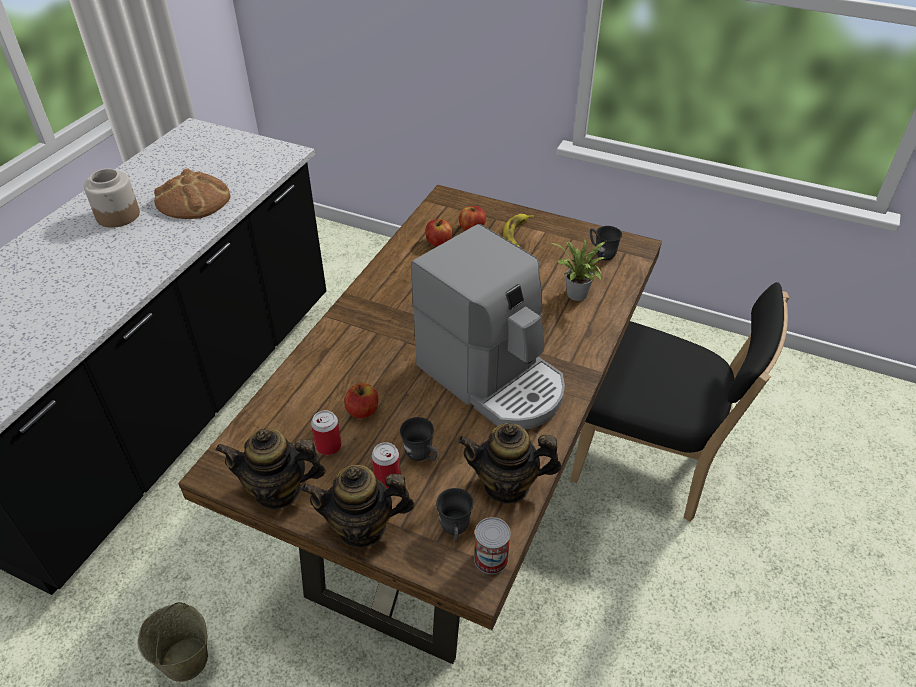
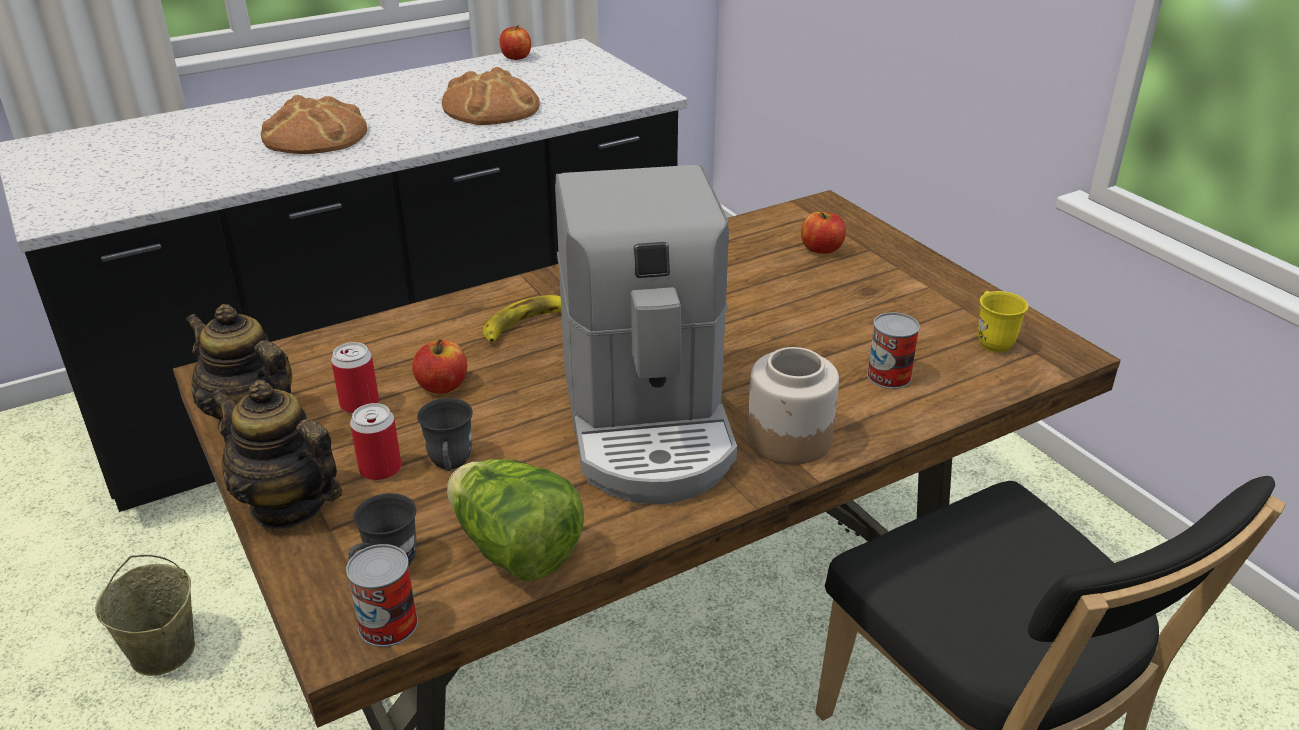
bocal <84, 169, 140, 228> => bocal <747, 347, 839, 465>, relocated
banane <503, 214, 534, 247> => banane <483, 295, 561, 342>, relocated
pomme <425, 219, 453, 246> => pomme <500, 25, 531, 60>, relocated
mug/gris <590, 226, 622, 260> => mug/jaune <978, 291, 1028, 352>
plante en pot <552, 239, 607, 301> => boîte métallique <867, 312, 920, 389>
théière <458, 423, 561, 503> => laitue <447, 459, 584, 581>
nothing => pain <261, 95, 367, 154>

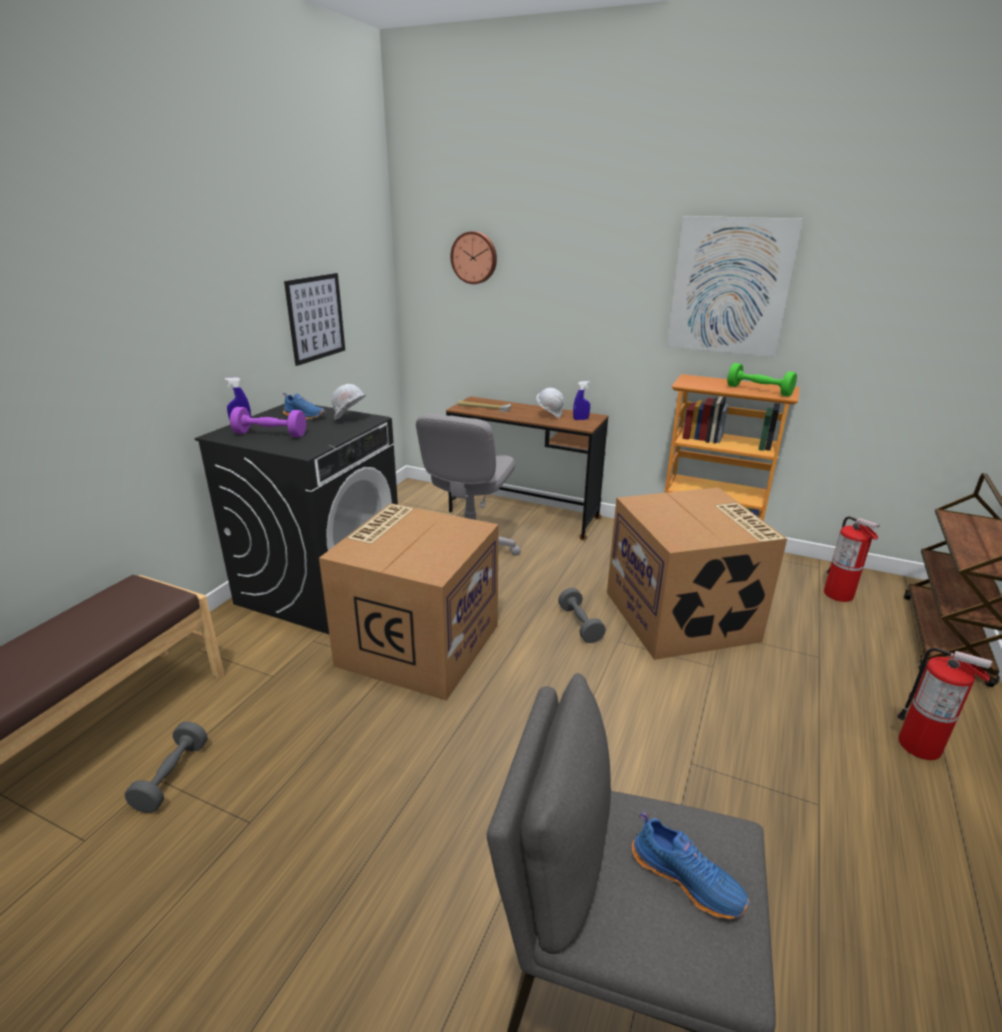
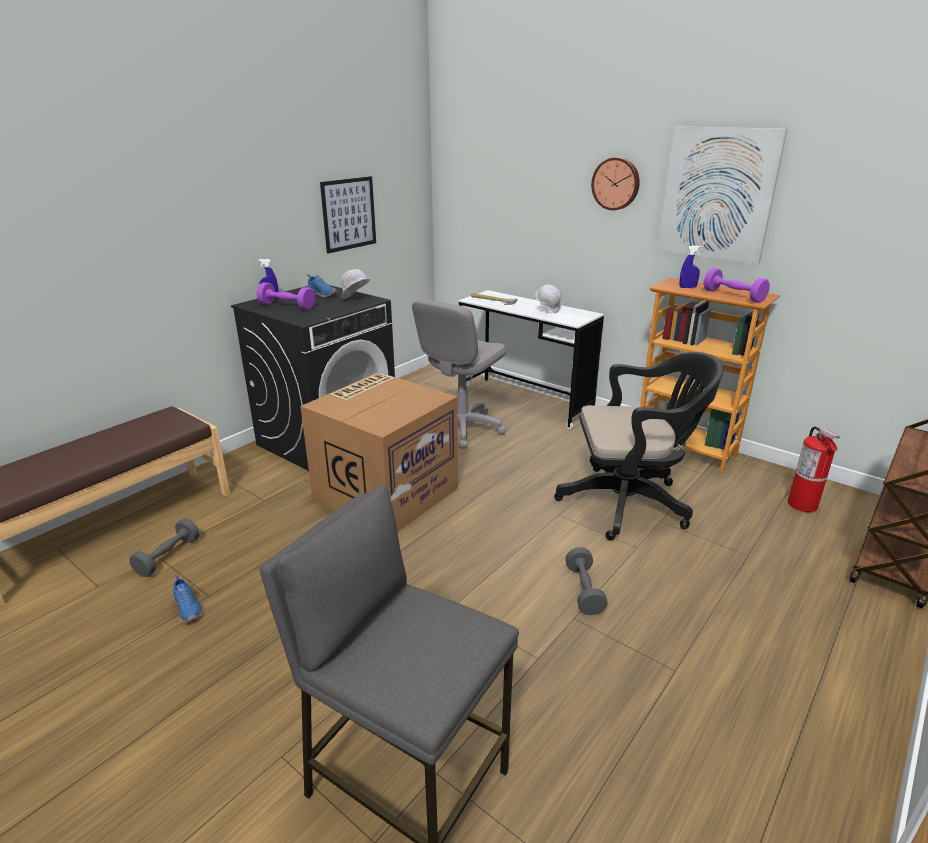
horloge murale <450, 231, 497, 284> => horloge murale <591, 157, 640, 210>, relocated
haltère/vert <727, 363, 797, 397> => haltère/violet <704, 268, 770, 303>
vaporisateur/bleu <573, 381, 590, 420> => vaporisateur/bleu <680, 246, 702, 288>, relocated
bureau/marron <446, 396, 608, 541> => bureau/blanc <459, 290, 604, 429>
carton <607, 487, 787, 660> => chaise de bureau/noir <554, 352, 724, 541>
haltère/gris <558, 588, 606, 643> => haltère/gris <565, 547, 608, 615>, relocated
extincteur <897, 648, 993, 760> => nothing
chaussure/bleu <632, 811, 750, 919> => chaussure/bleu <173, 574, 203, 623>, relocated

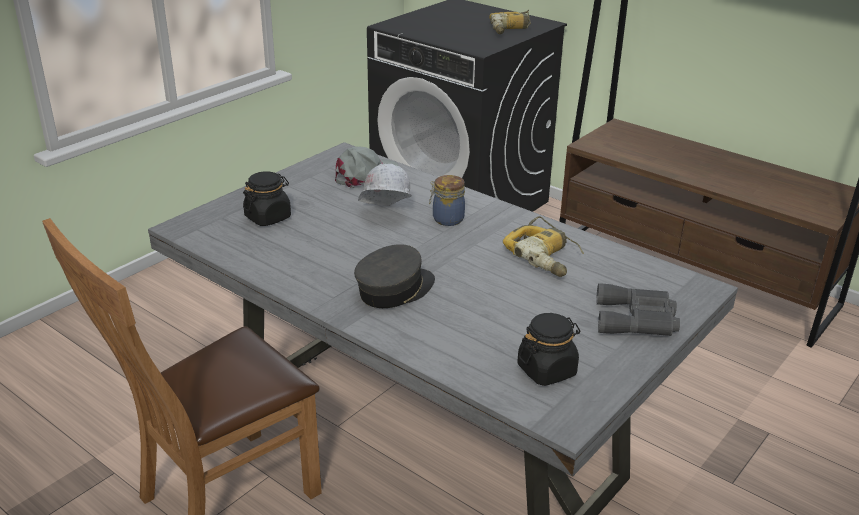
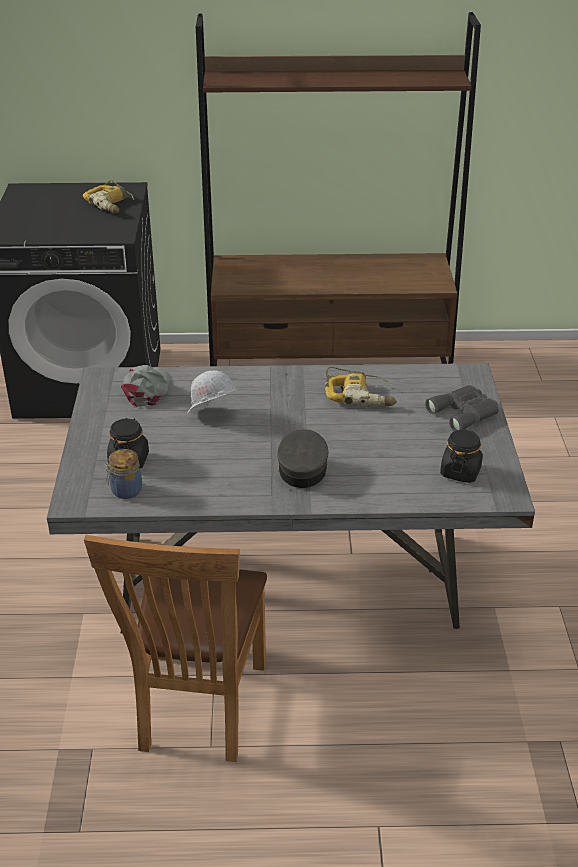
bocal <429, 175, 465, 226> => bocal <105, 449, 142, 499>, relocated

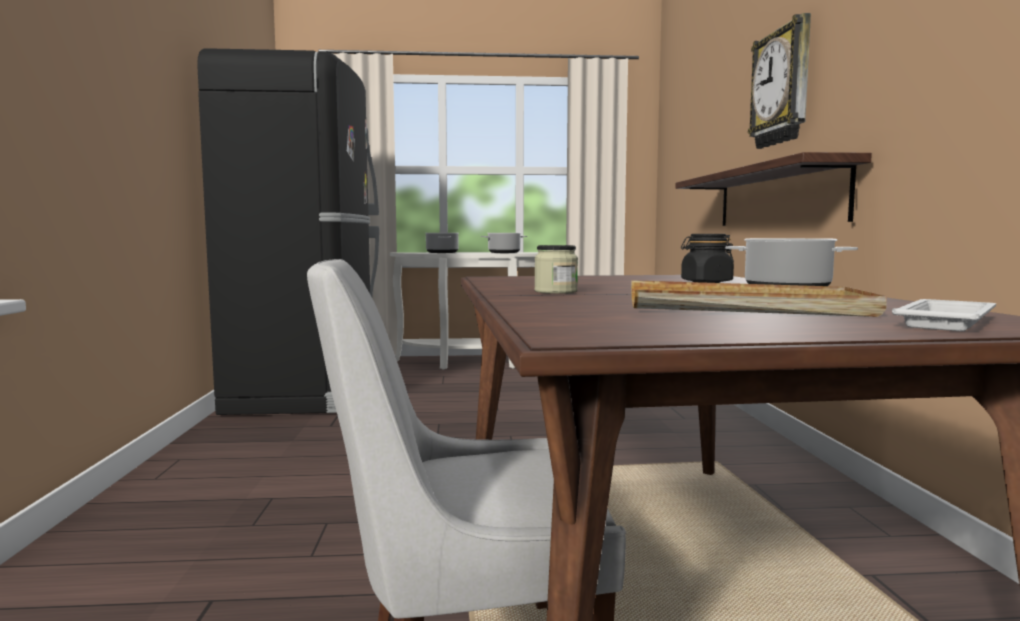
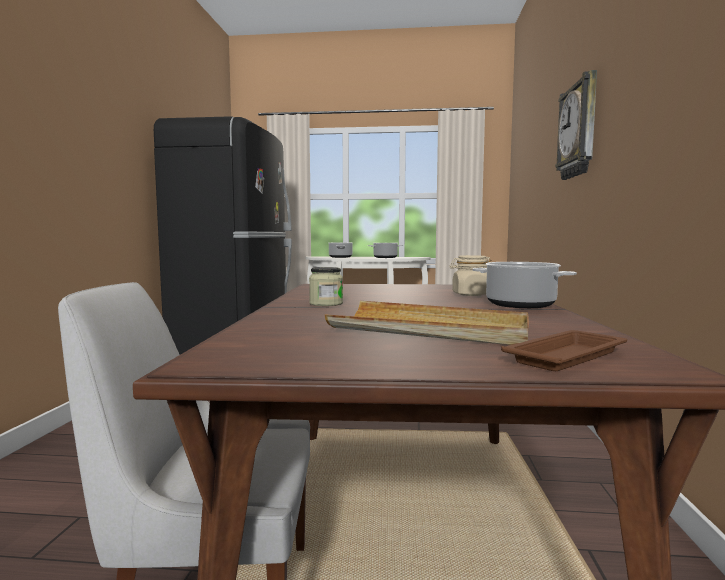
étagère <675, 152, 872, 226> => nothing
bocal/noir <681, 234, 734, 283> => bocal/beige <449, 255, 492, 296>
plateau/blanc <892, 299, 996, 331> => plateau/marron <501, 330, 627, 371>

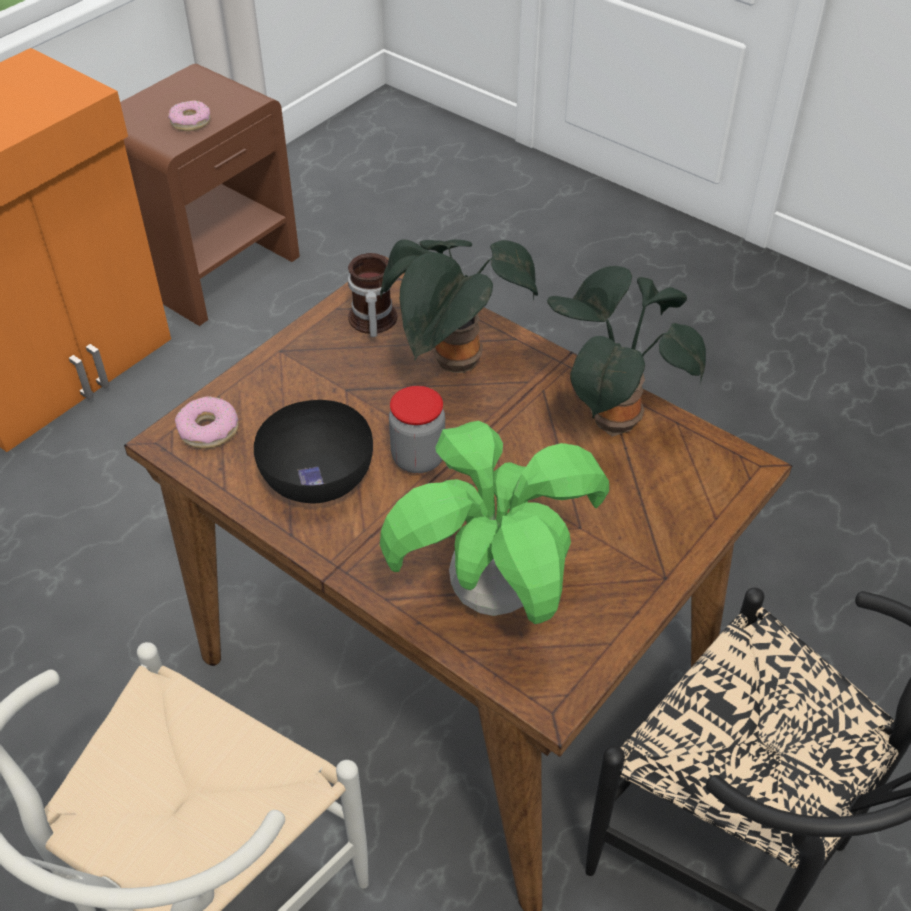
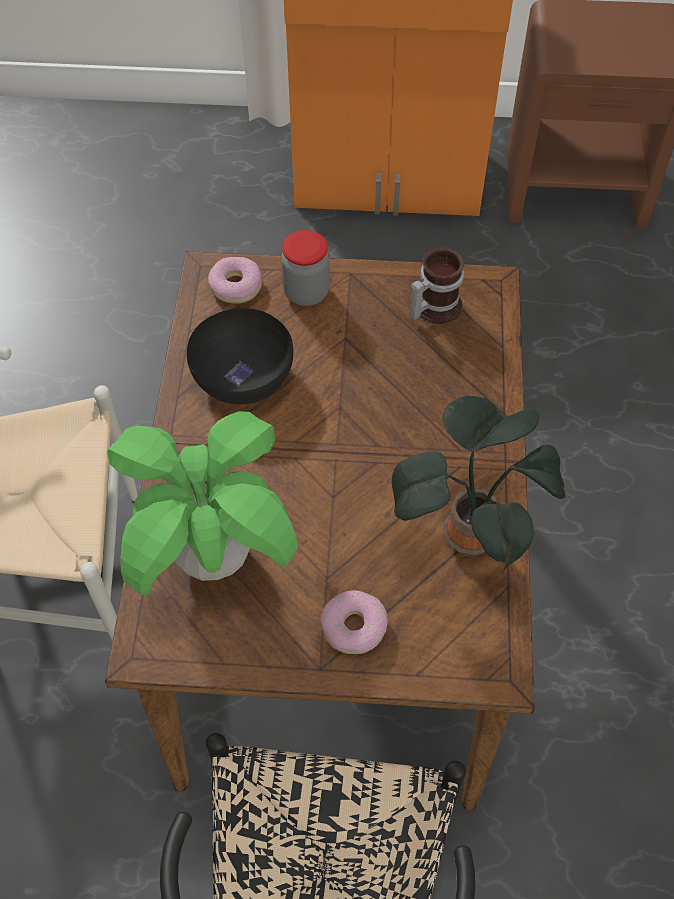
beignet <168, 100, 211, 131> => beignet <321, 590, 388, 654>, relocated
plante en pot <380, 239, 538, 373> => nothing
bocal <389, 386, 445, 473> => bocal <281, 230, 330, 306>, relocated

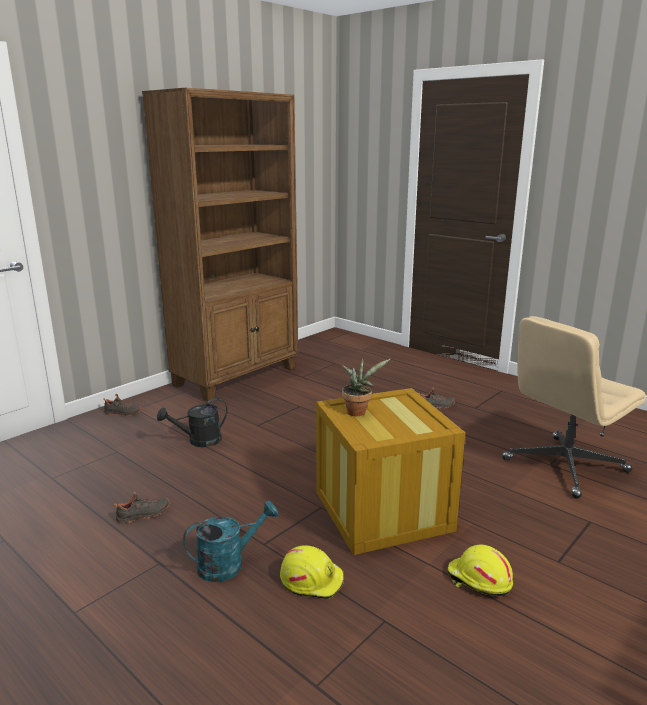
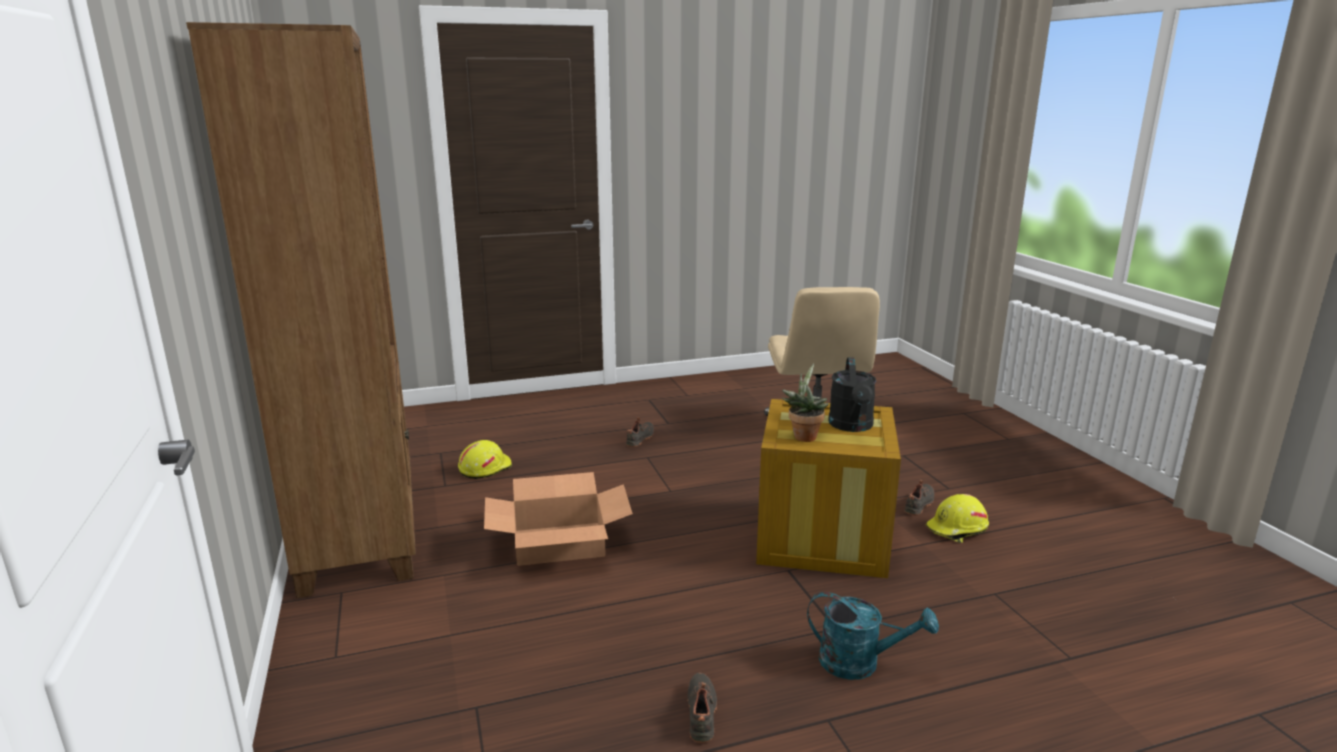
chaussure/noir <103, 394, 142, 416> => chaussure/noir <904, 480, 934, 515>, relocated
arrosoir/noir <157, 398, 228, 447> => arrosoir/noir <828, 357, 876, 432>, relocated
arrosoir/turquoise <183, 501, 279, 582> => arrosoir/turquoise <807, 592, 939, 680>, 105 degrees clockwise
casque de chantier/jaune <280, 545, 344, 599> => casque de chantier/jaune <458, 440, 512, 479>, relocated
nothing => carton <484, 472, 633, 566>

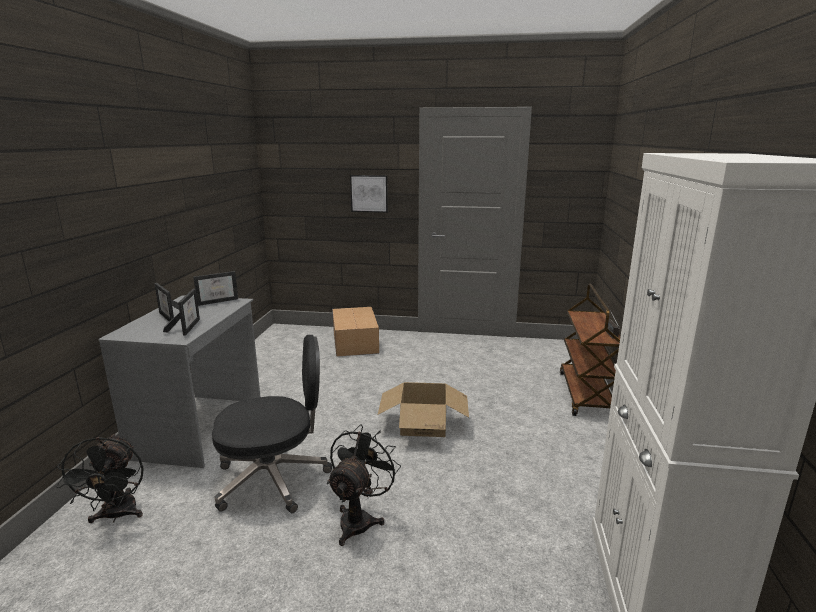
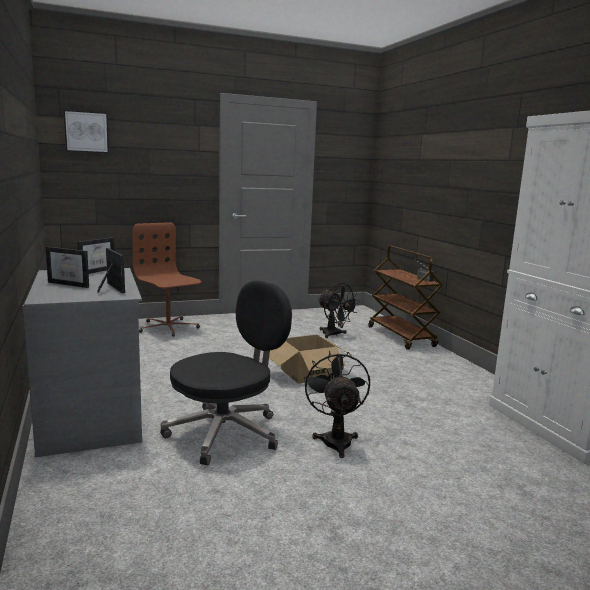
tableau <350, 175, 388, 213> => tableau <64, 110, 109, 153>, relocated
carton <333, 307, 379, 357> => chaise de bureau/marron <133, 222, 201, 337>
ventilateur/noir <56, 434, 144, 523> => ventilateur/noir <318, 283, 360, 338>, relocated

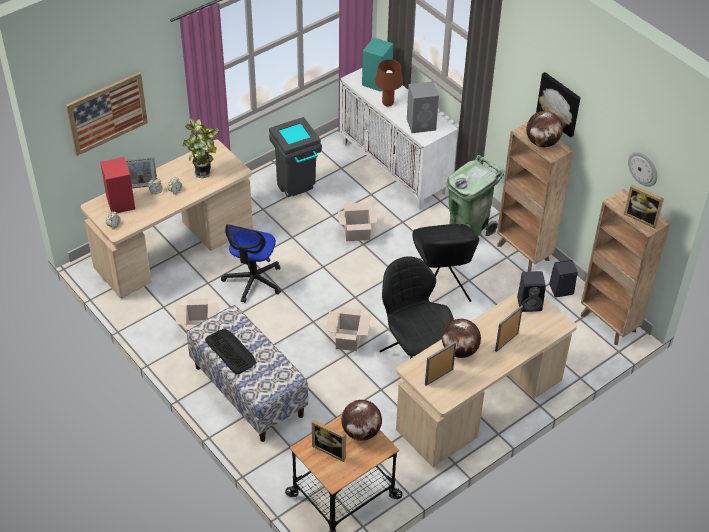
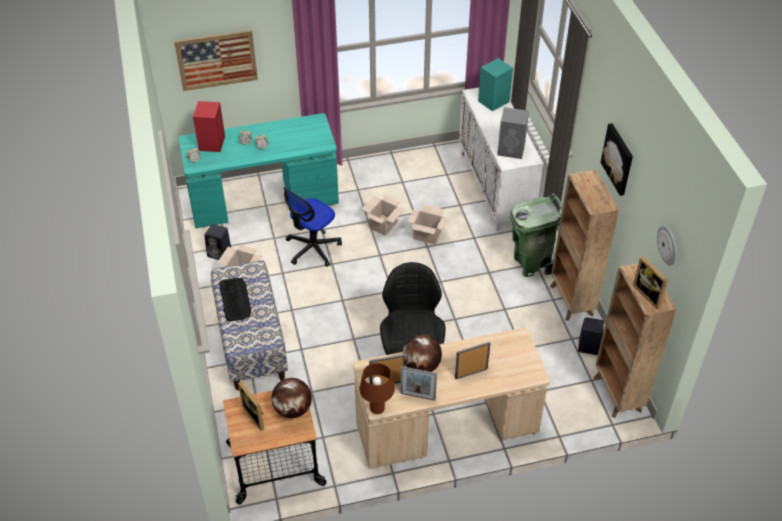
lampe de table/marron <375, 59, 403, 106> => lampe de table/marron <359, 363, 395, 414>, relocated
globe <526, 111, 563, 147> => nothing
plante en pot <182, 117, 219, 178> => nothing
poubelle/gris <269, 117, 322, 197> => nothing
bureau/beige <81, 140, 253, 298> => bureau/turquoise <179, 113, 339, 228>
cadre photo <125, 157, 157, 188> => cadre photo <400, 366, 437, 401>, relocated
chaise/noir <412, 224, 479, 302> => nothing
enceinte/noir <517, 271, 546, 312> => enceinte/noir <204, 224, 231, 260>, relocated
carton <326, 307, 371, 351> => carton <362, 195, 405, 236>, relocated

